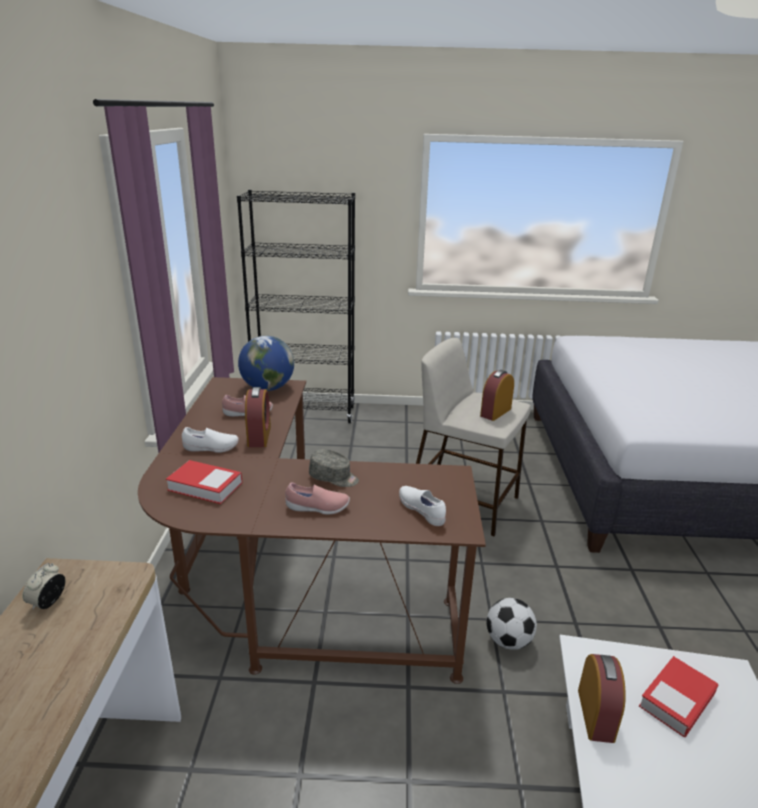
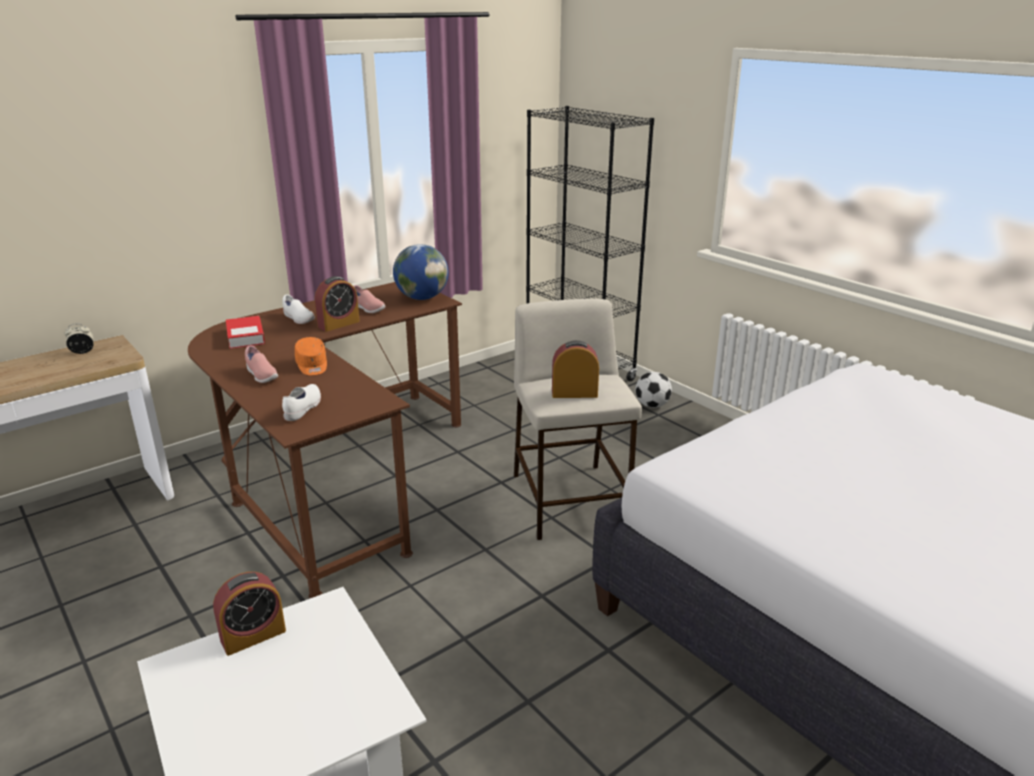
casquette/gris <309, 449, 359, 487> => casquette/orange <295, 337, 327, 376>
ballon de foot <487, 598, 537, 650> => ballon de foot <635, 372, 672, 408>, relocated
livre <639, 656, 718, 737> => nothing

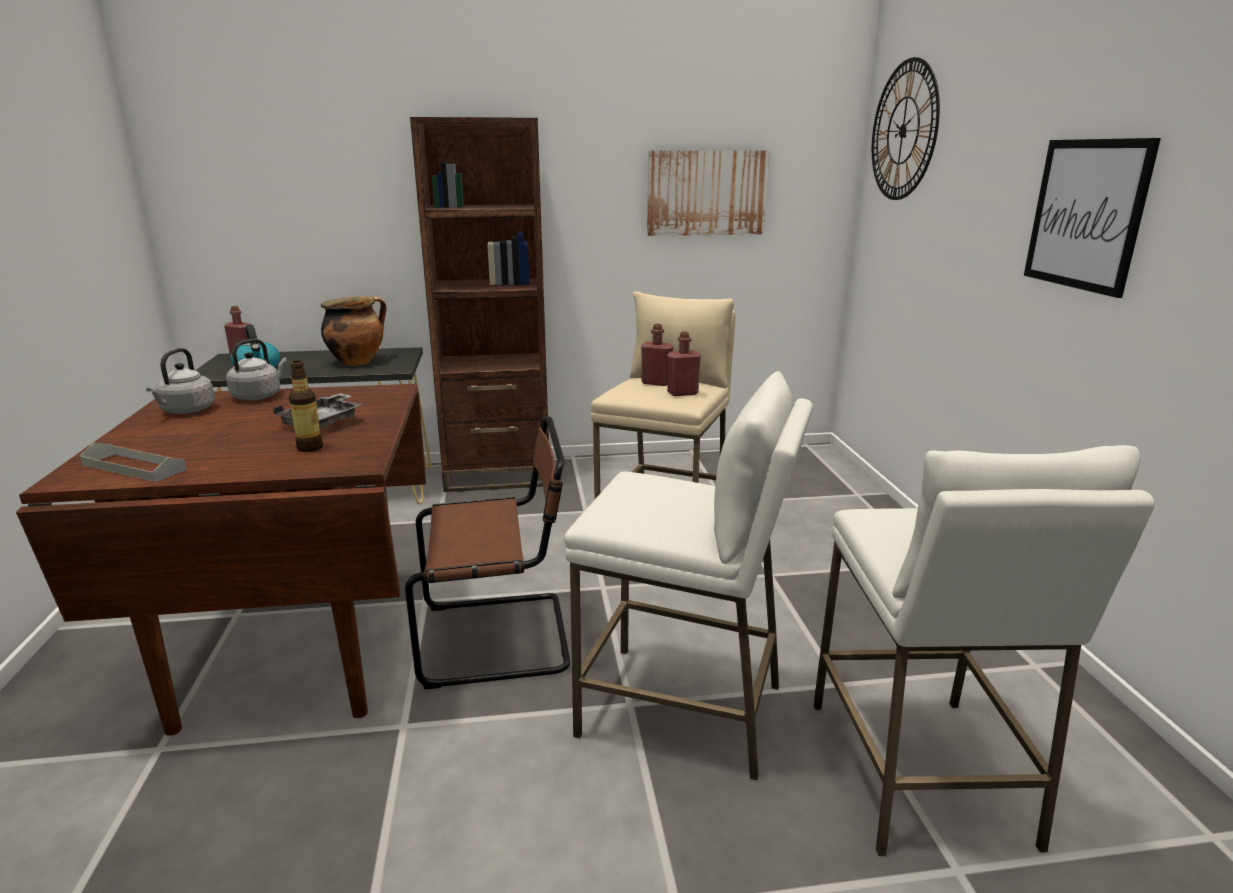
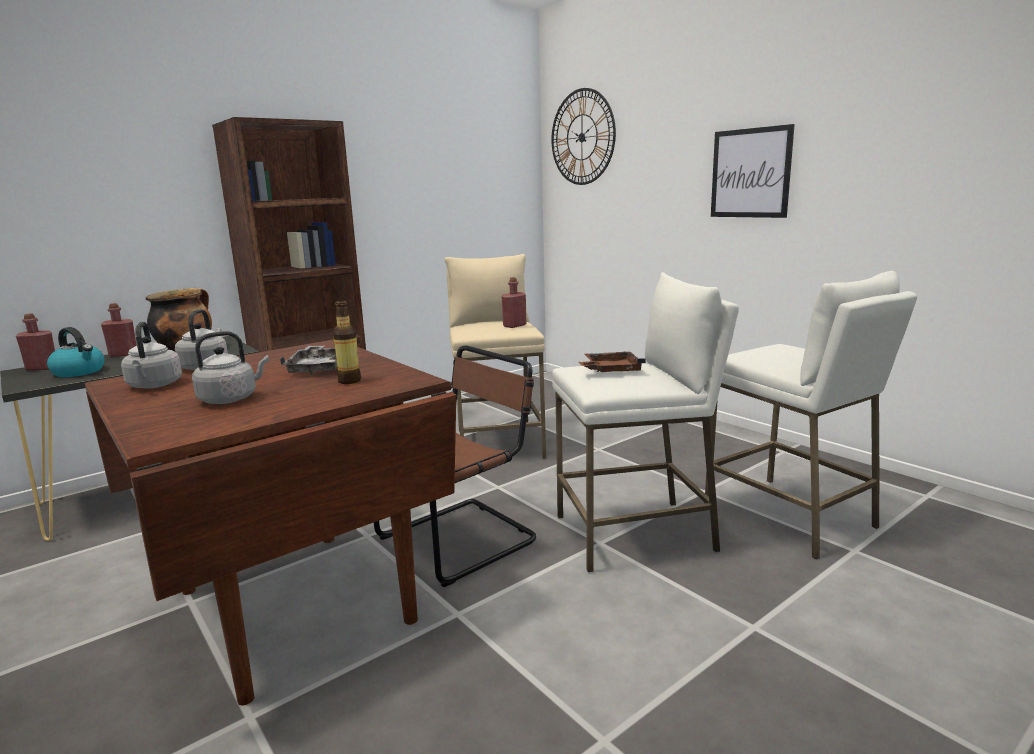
tableau <647, 150, 770, 236> => nothing
bouteille/rouge <641, 323, 673, 386> => bouteille/rouge <101, 303, 137, 357>, relocated
plateau/gris <80, 442, 187, 482> => nothing
nothing => bouilloire/gris <192, 331, 269, 404>
nothing => plateau/marron <578, 352, 646, 372>

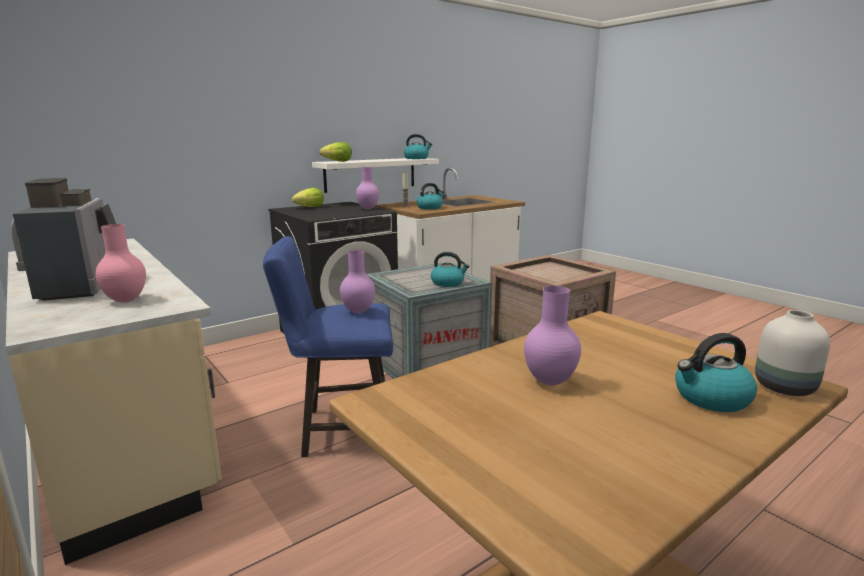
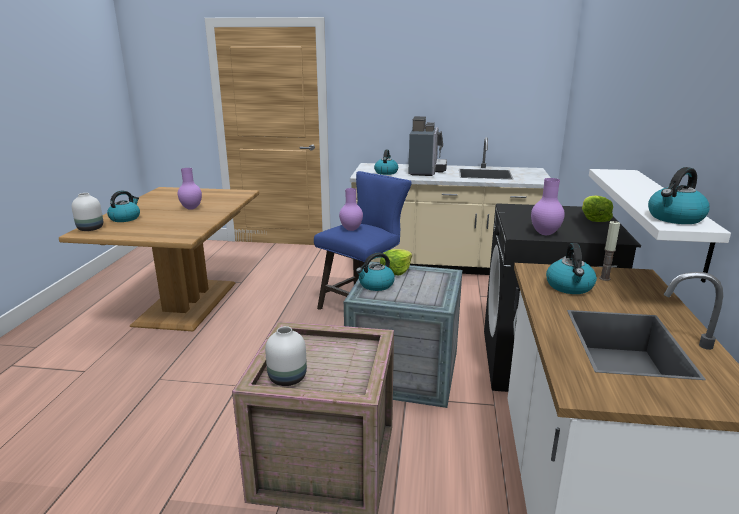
laitue <319, 142, 352, 162> => laitue <380, 249, 412, 276>, relocated
machine à café <13, 178, 116, 301> => machine à café <408, 116, 447, 176>, 105 degrees counterclockwise
vase/rose <95, 224, 146, 303> => bouilloire <374, 149, 398, 175>
nothing => vase/blanc <265, 326, 307, 386>

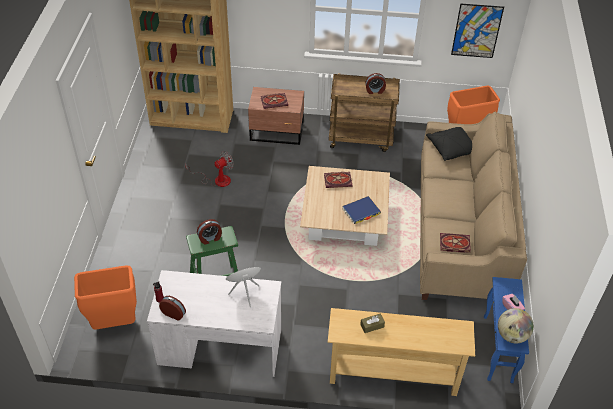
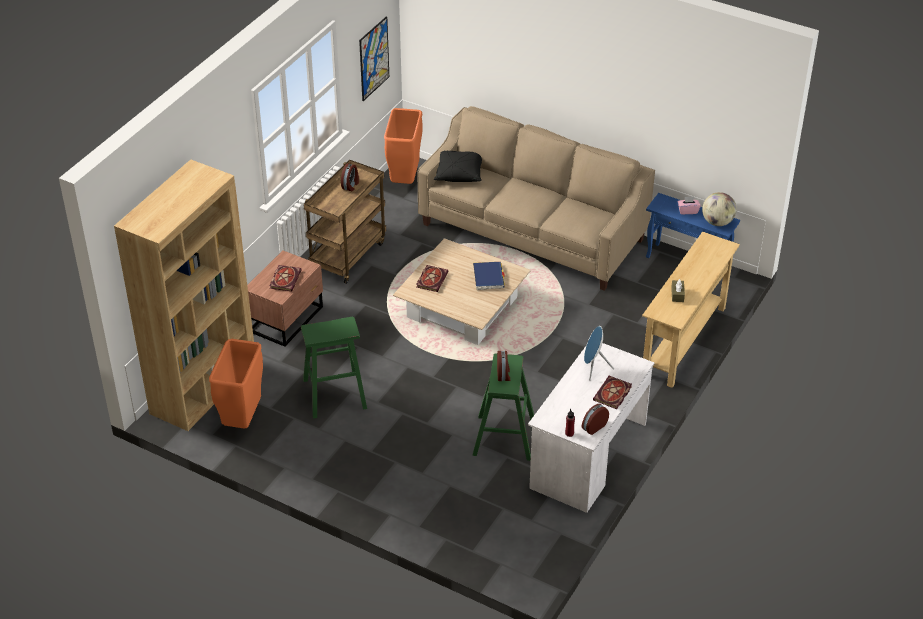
ventilateur <185, 151, 234, 187> => tabouret/vert <301, 317, 367, 419>
livre <440, 233, 471, 253> => livre <593, 376, 632, 409>, relocated
poubelle/orange <74, 265, 137, 329> => poubelle/orange <209, 339, 263, 429>, relocated

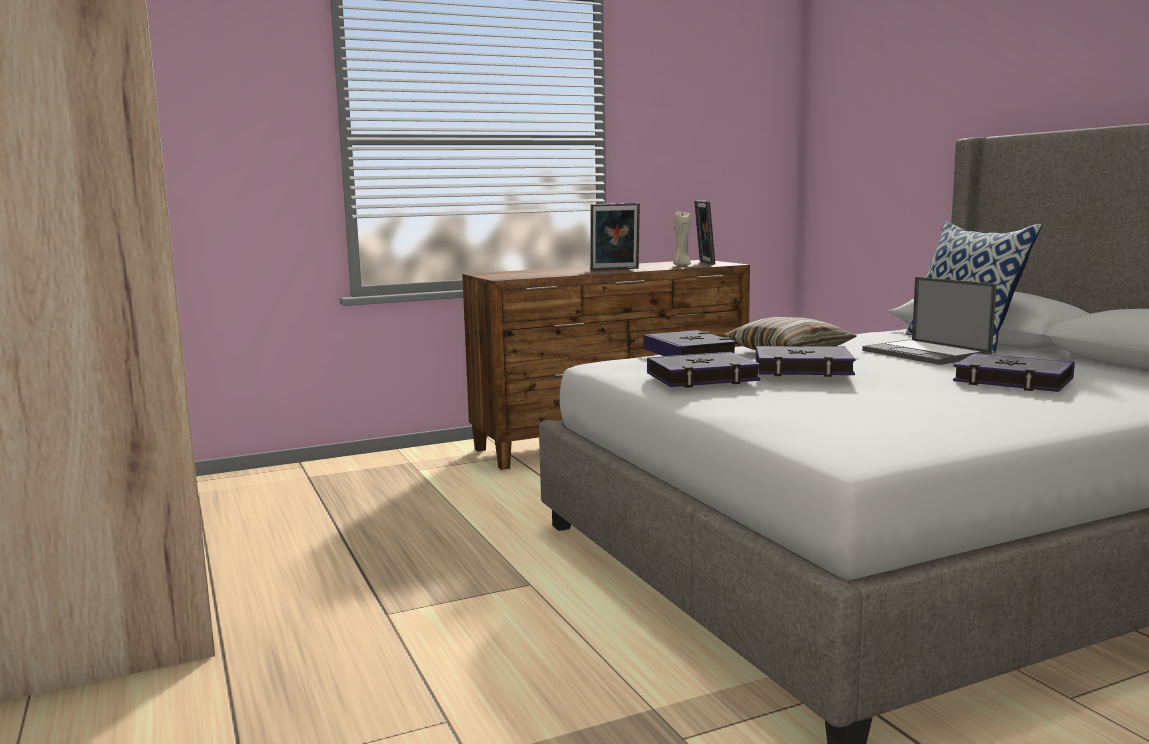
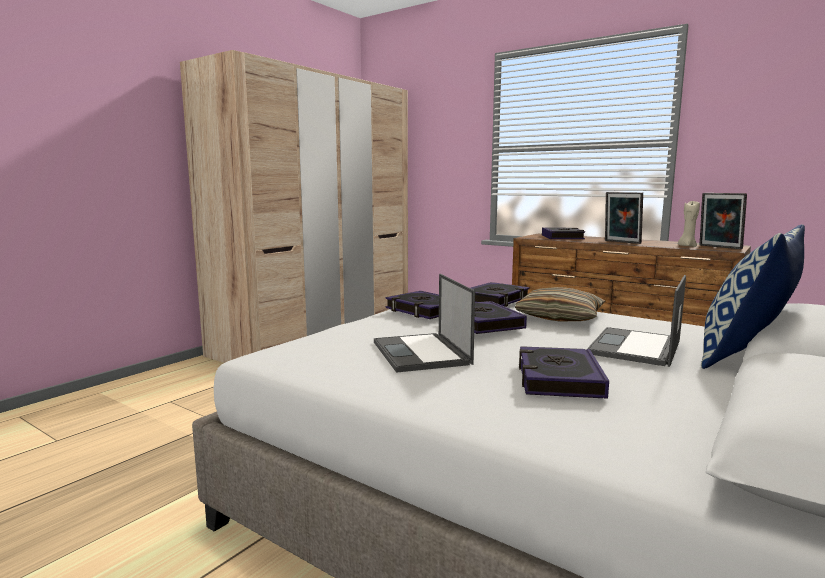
cadre photo <694, 201, 715, 265> => cadre photo <699, 193, 747, 249>, 90 degrees counterclockwise
nothing => livre <542, 228, 585, 239>
nothing => ordinateur portable <374, 274, 475, 373>

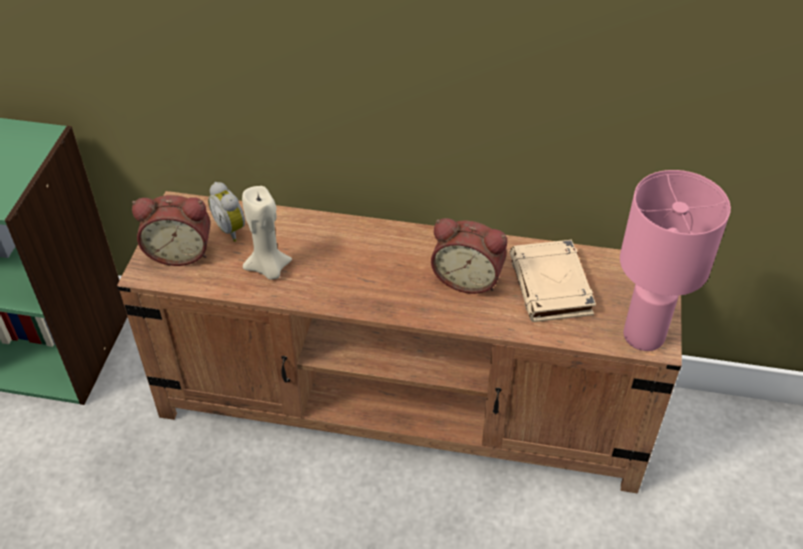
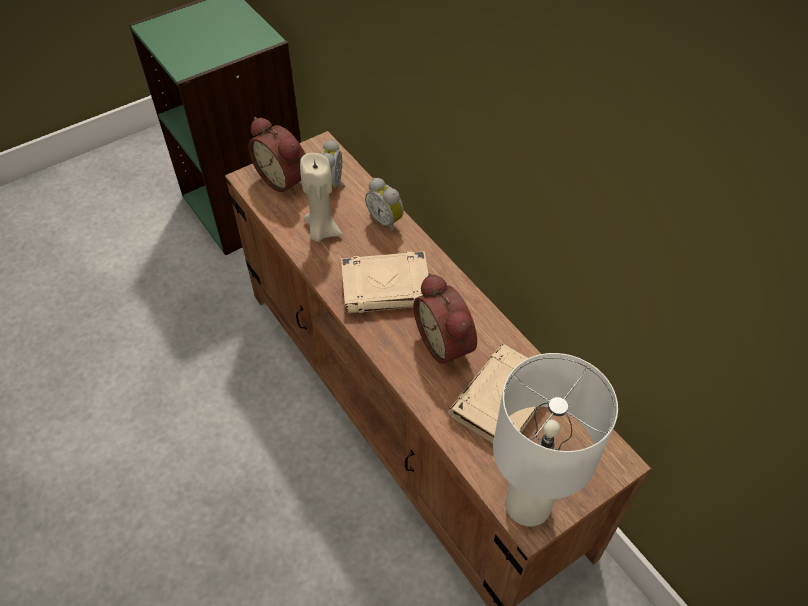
lampe de table/rose <620, 170, 731, 351> => lampe de table/blanc <493, 353, 618, 526>
nothing => réveil <365, 178, 404, 233>
nothing => livre/beige <341, 251, 428, 313>

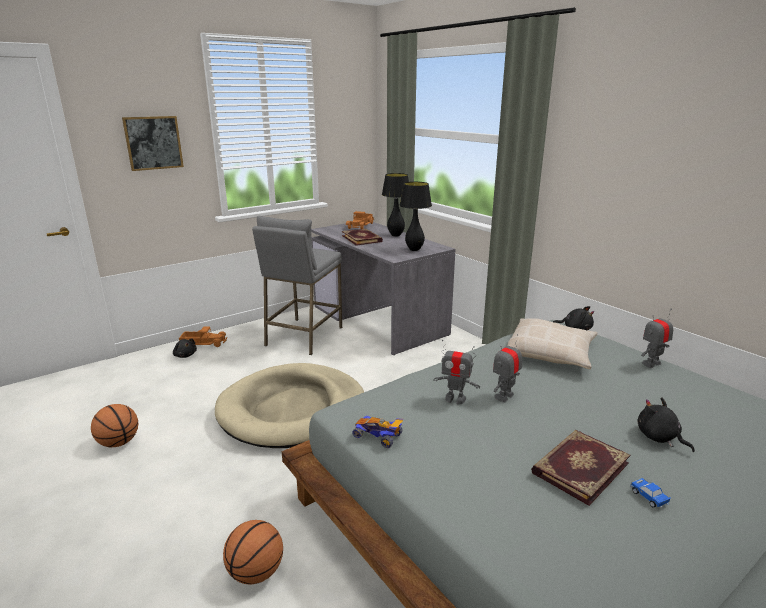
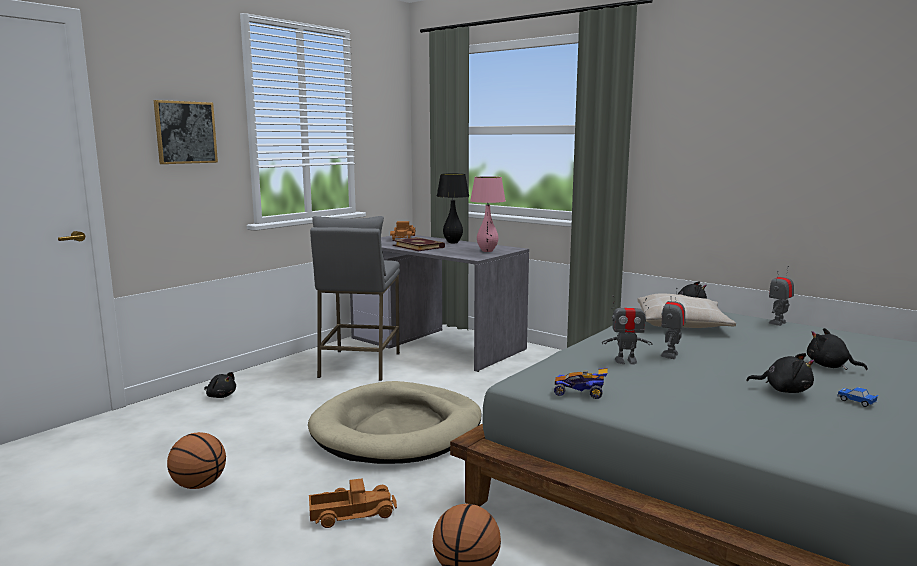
lampe de table/noir <400, 182, 432, 251> => lampe de table/rose <470, 176, 505, 252>
camion jouet <179, 327, 227, 347> => camion jouet <309, 478, 397, 528>, relocated
livre <531, 430, 630, 506> => peluche/noir <746, 353, 814, 393>

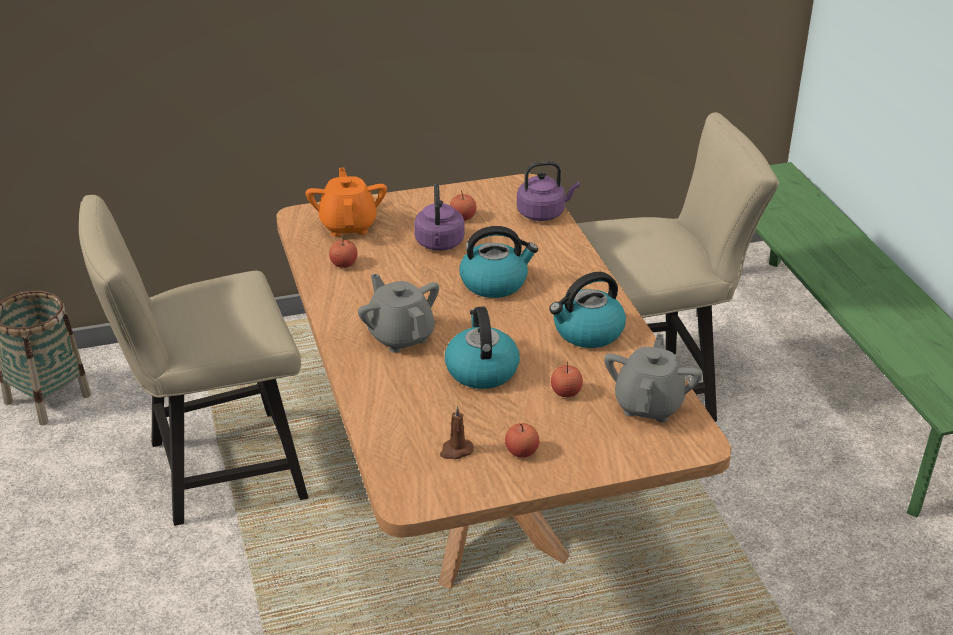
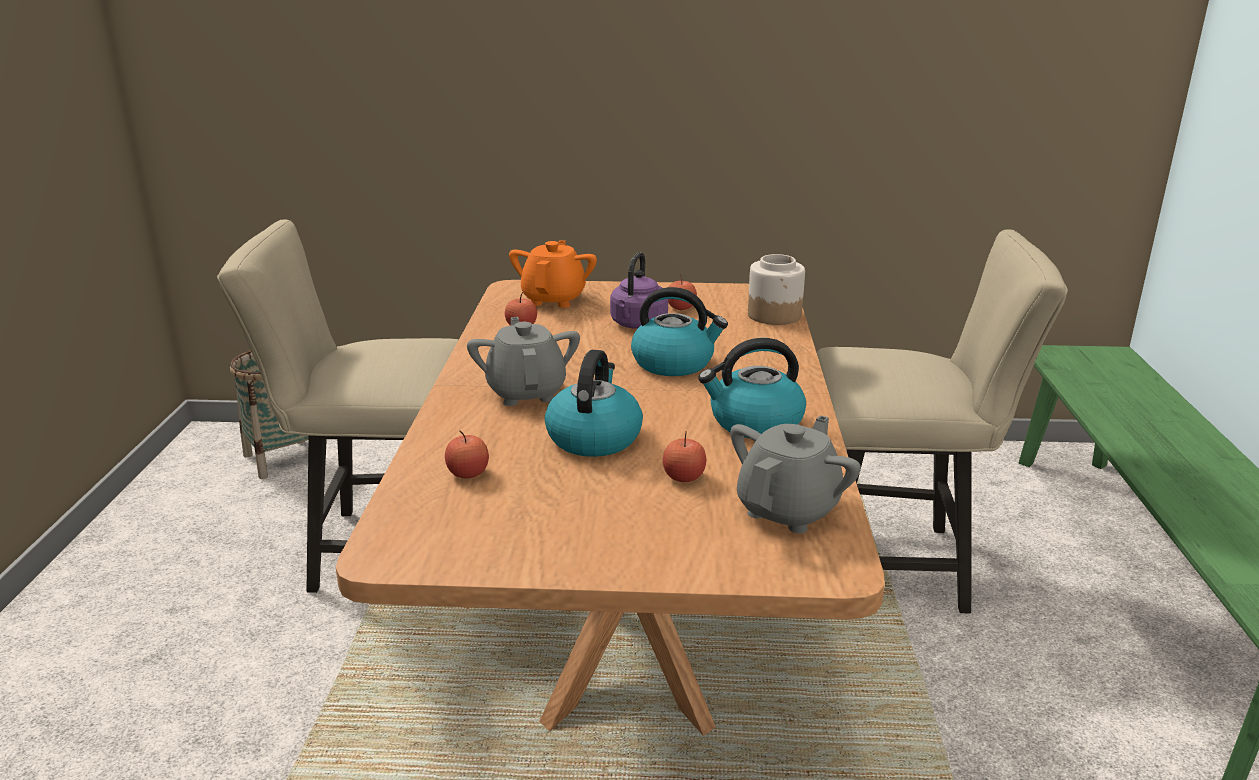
bouilloire/violet <517, 161, 580, 221> => bocal <748, 254, 805, 325>
bougie/marron <440, 406, 474, 459> => nothing
pomme <505, 423, 539, 458> => pomme <445, 431, 489, 479>, relocated

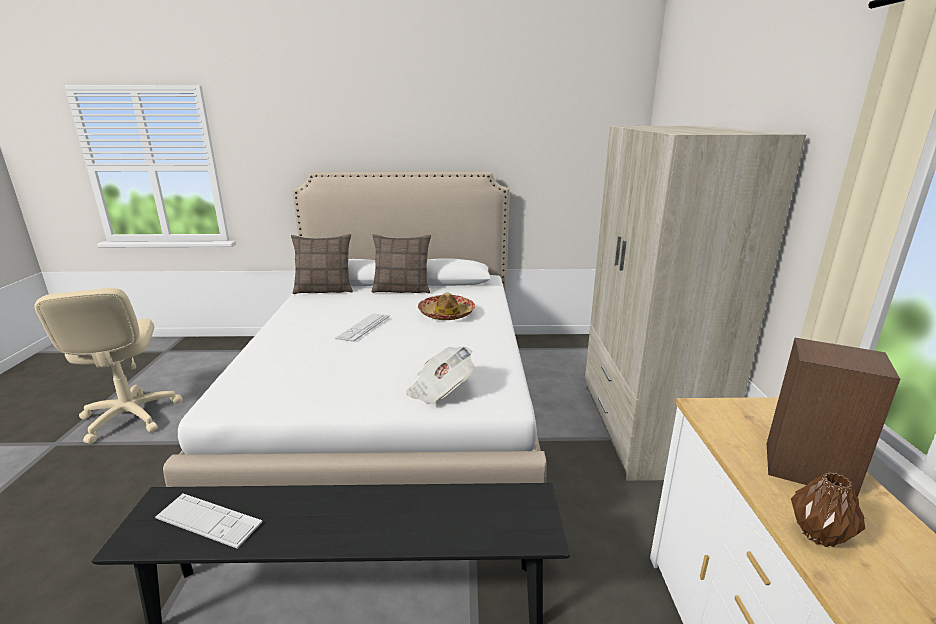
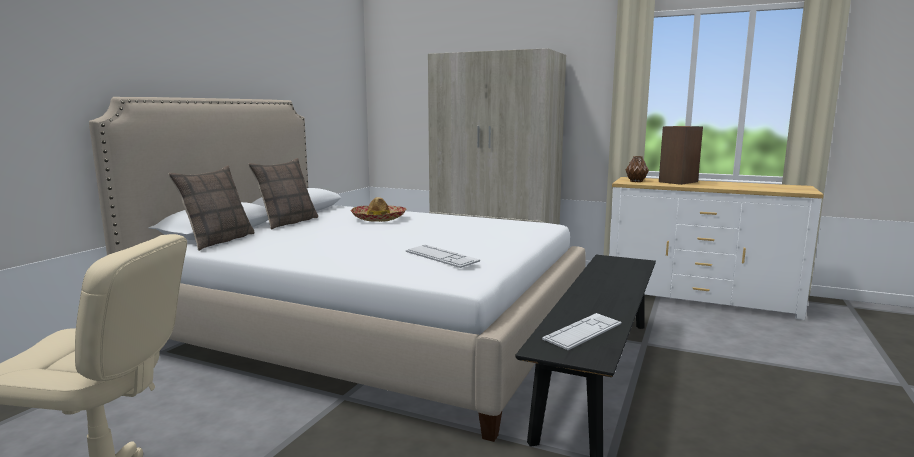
clavier <335, 314, 390, 342> => clavier <406, 245, 480, 268>, relocated
journal <406, 347, 474, 404> => nothing
vase/marron <791, 472, 865, 547> => vase/marron <626, 156, 649, 182>, relocated

